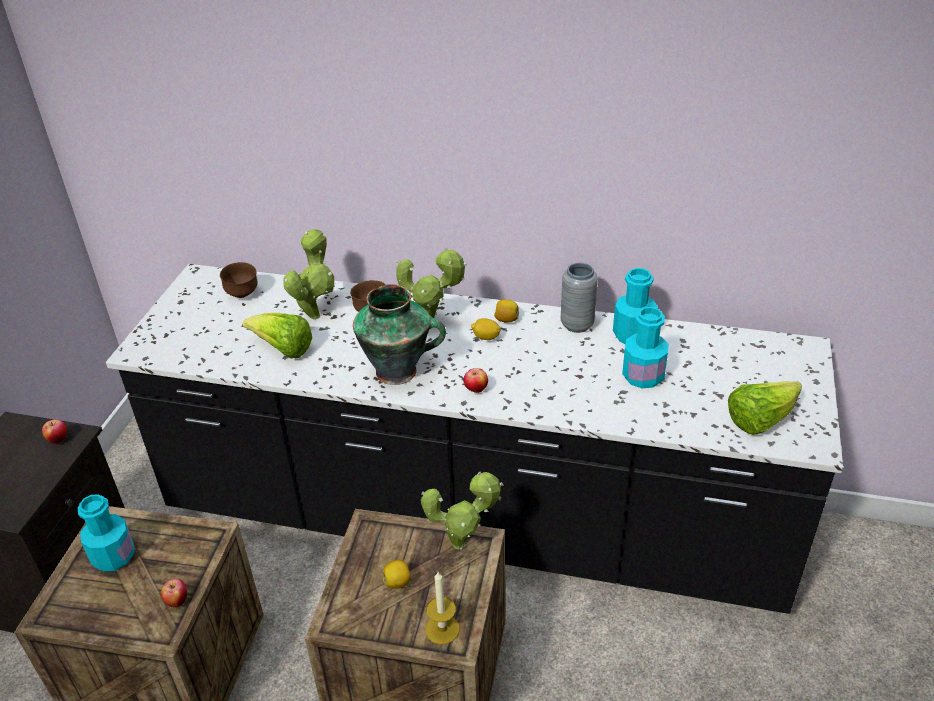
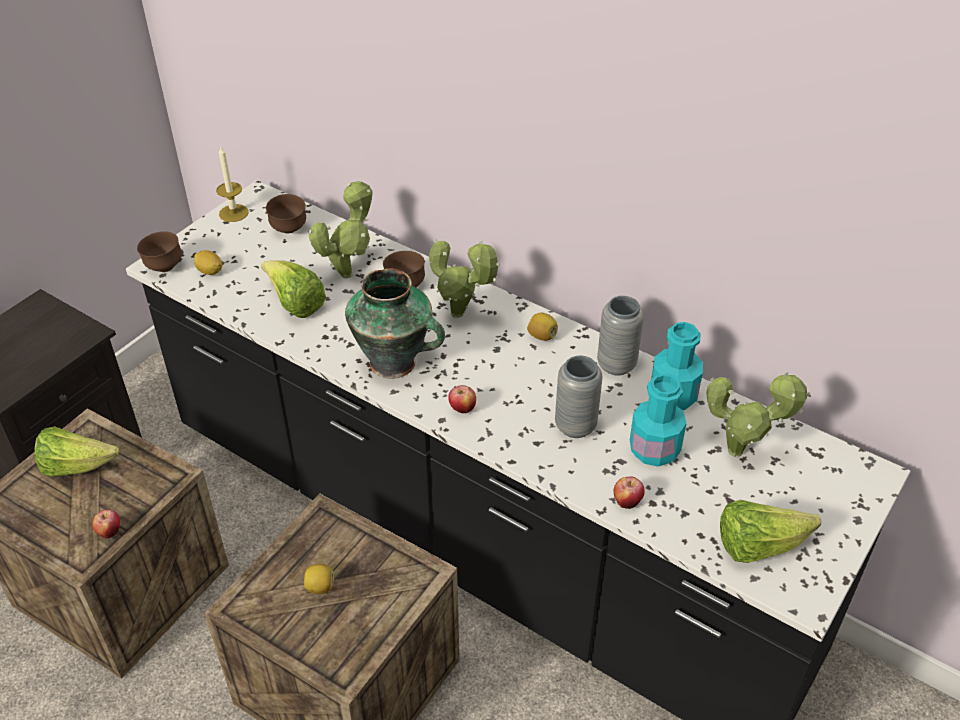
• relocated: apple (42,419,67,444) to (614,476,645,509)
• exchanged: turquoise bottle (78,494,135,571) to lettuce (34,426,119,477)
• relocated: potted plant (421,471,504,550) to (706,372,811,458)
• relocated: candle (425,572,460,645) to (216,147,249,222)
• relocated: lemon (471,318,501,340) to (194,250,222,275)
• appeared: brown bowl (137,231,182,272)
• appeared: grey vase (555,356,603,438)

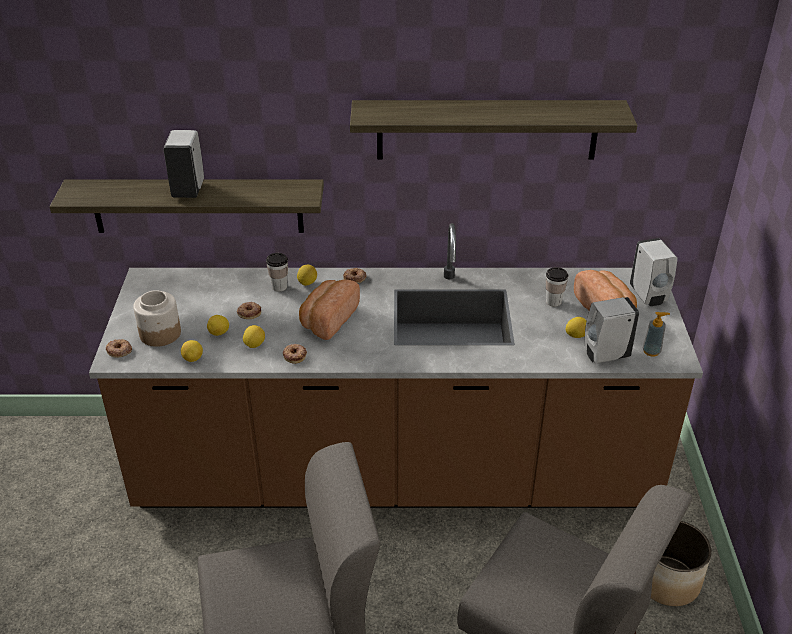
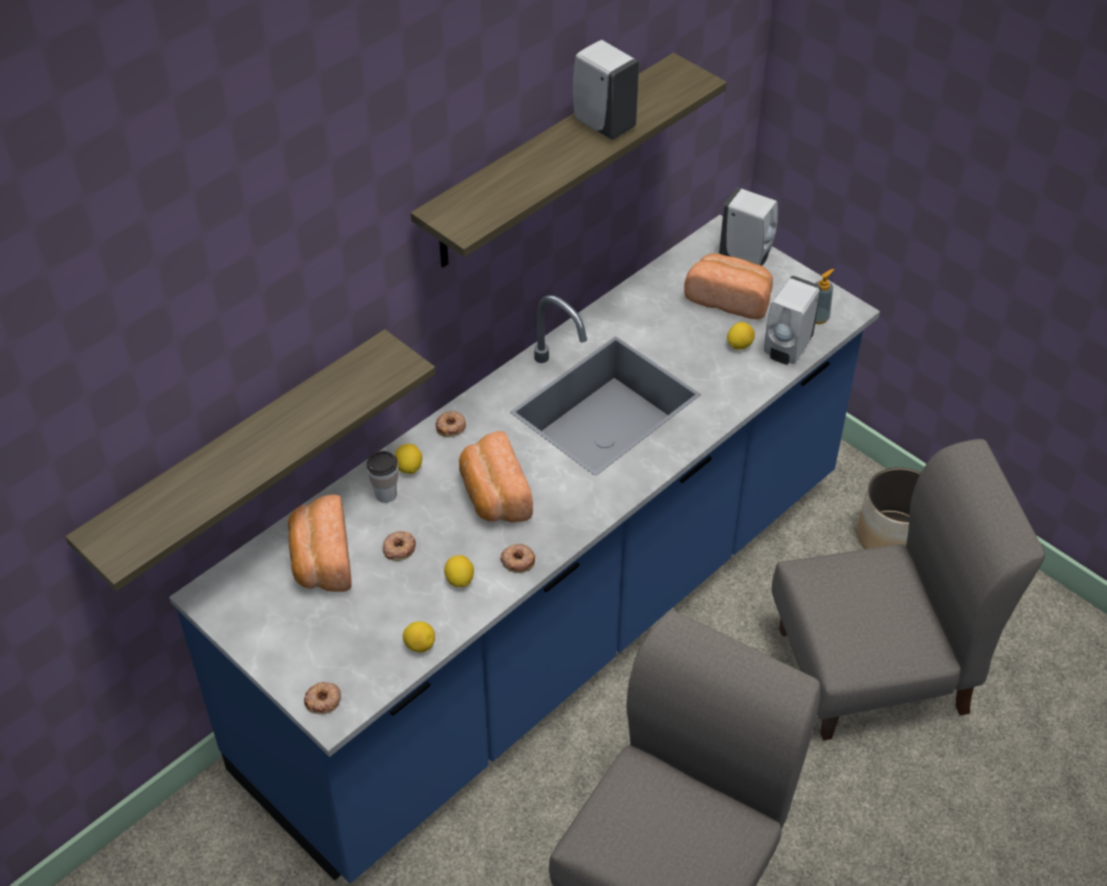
• colour: brown counter (89,223,703,508) to blue counter (169,215,880,883)
• missing: jar (133,290,181,347)
• relocated: white soap dispenser (163,130,204,198) to (573,40,639,140)
• missing: lemon (207,315,229,336)
• missing: cup (546,267,568,307)
• appeared: bread (288,494,352,592)

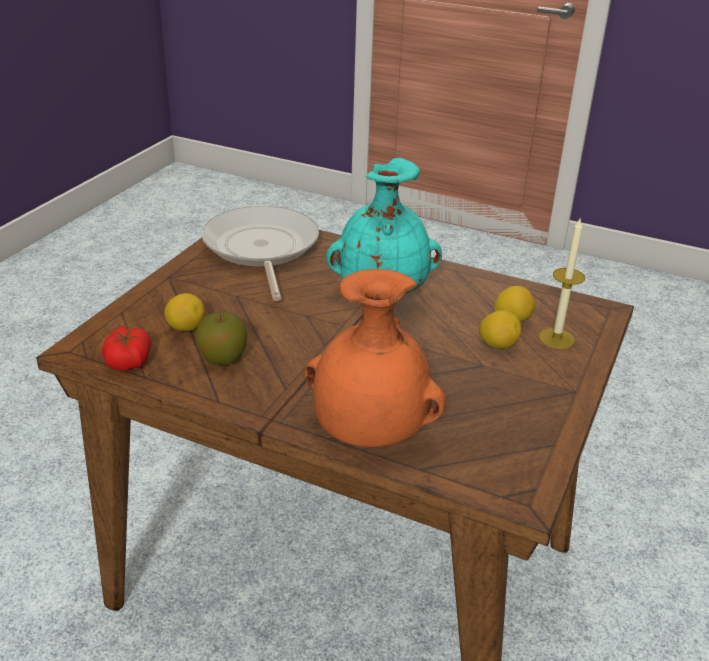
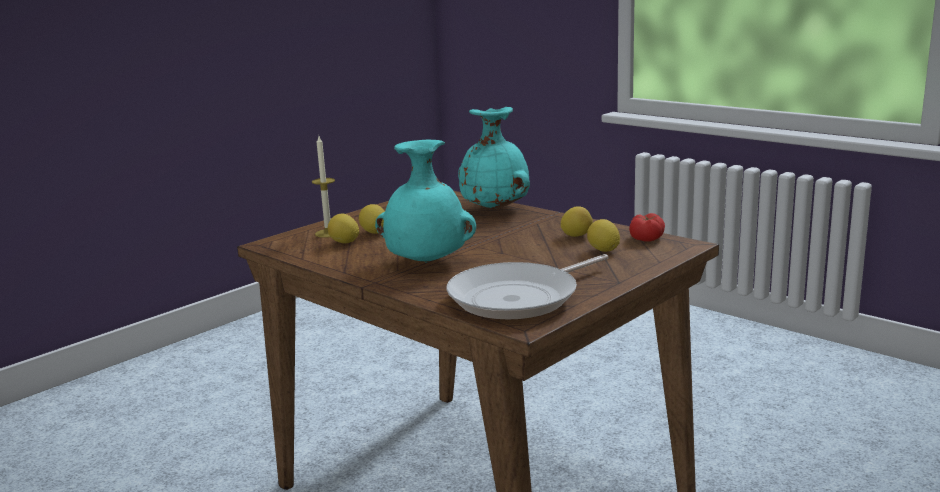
• exchanged: apple (195,312,247,365) to lemon (560,206,593,237)
• spun: frying pan (201,206,319,301) = (446,254,609,320) 45 degrees clockwise
• colour: orange vase (304,269,446,447) to turquoise vase (458,107,530,210)

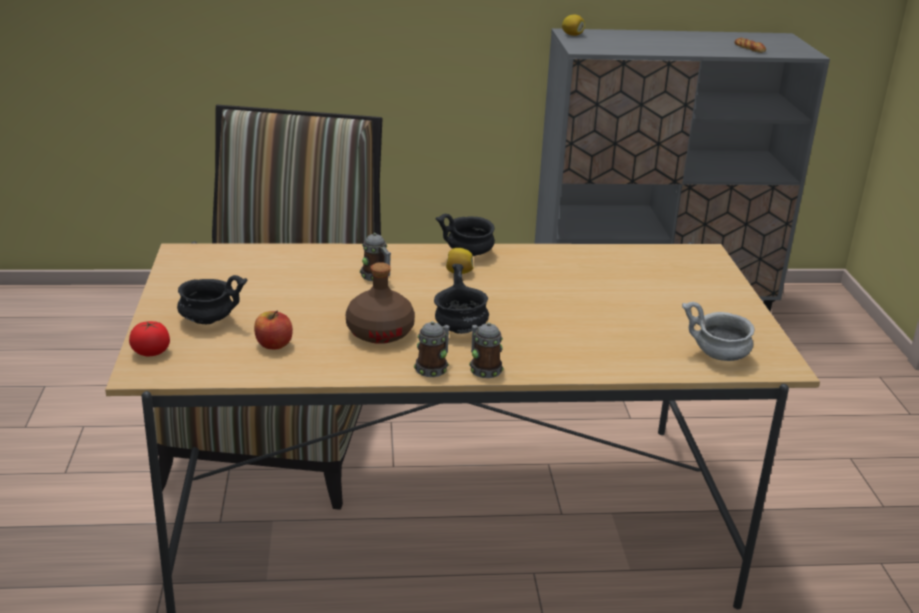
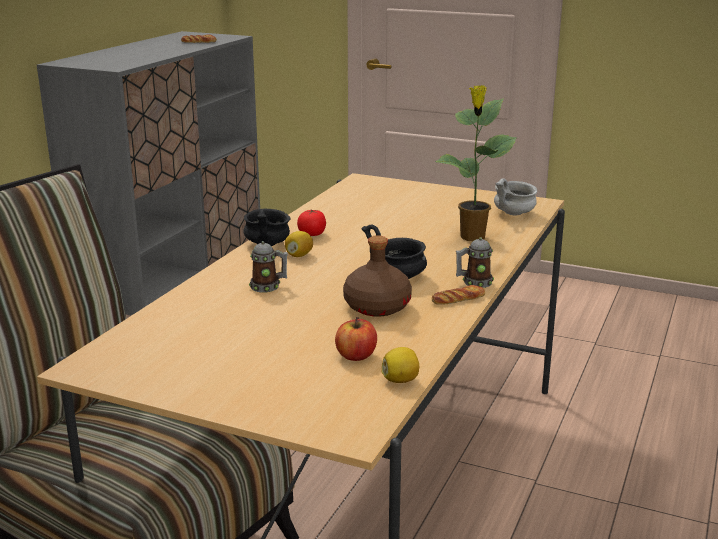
• relocated: tomato (129,321,170,356) to (297,209,326,236)
• missing: black bowl (177,275,247,324)
• exchanged: mug (414,321,450,377) to bread (432,285,485,305)
• relocated: lemon (562,15,585,36) to (382,347,419,383)
• appeared: potted plant (435,85,516,241)

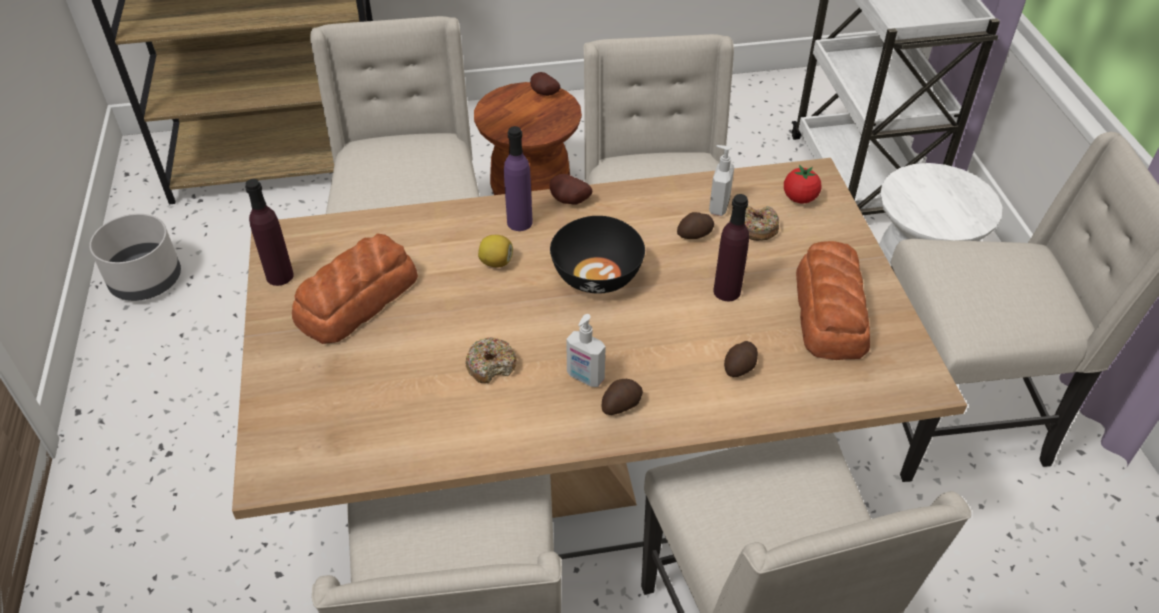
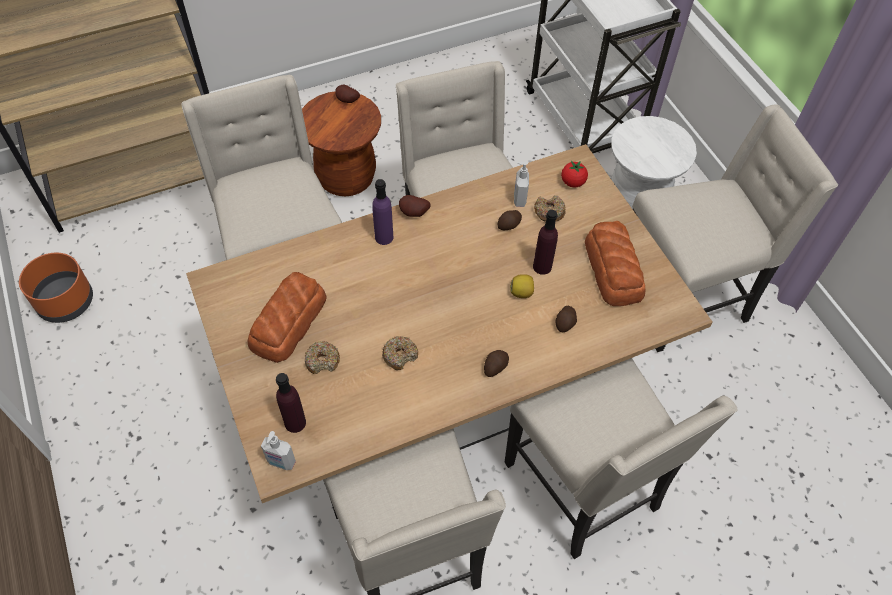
• colour: grey planter (89,214,181,301) to orange planter (19,253,93,323)
• relocated: purple bottle (245,179,294,286) to (276,373,306,433)
• relocated: lemon (478,235,513,268) to (510,274,534,298)
• missing: black bowl (550,216,645,294)
• relocated: soap dispenser (566,314,606,387) to (261,431,296,470)
• appeared: donut (305,341,340,374)

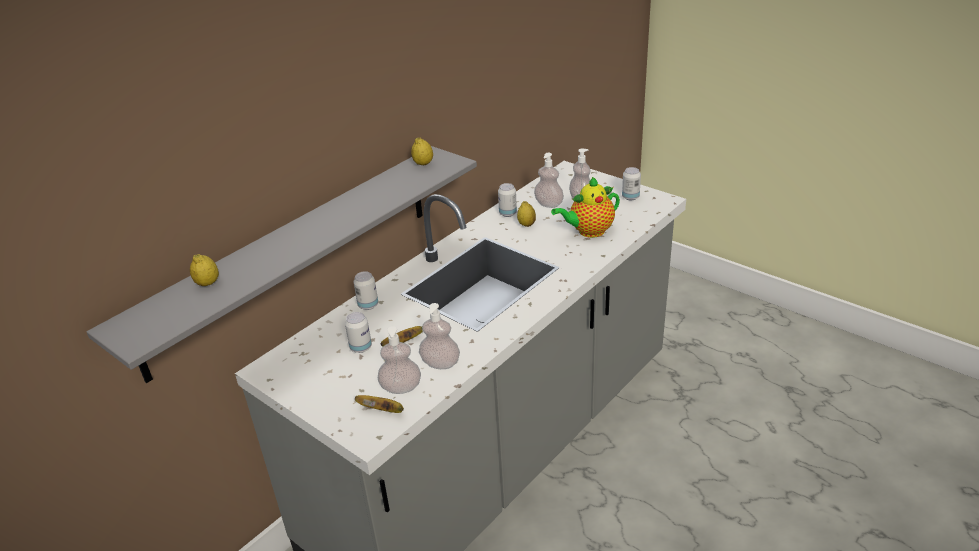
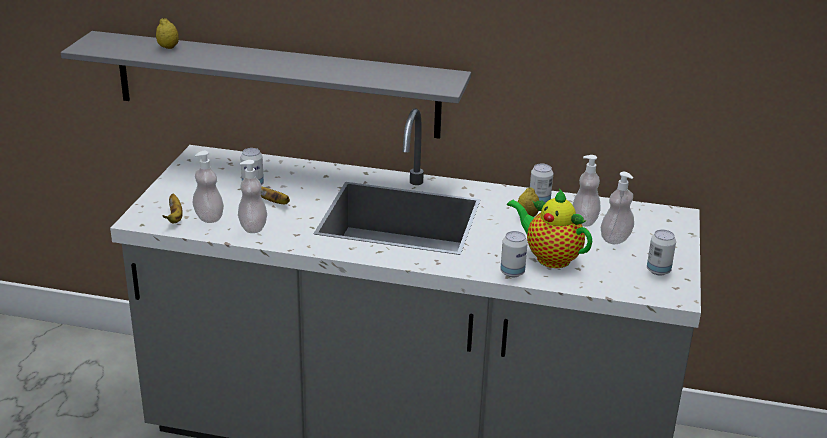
• relocated: can (354,271,378,310) to (500,231,528,277)
• missing: lemon (411,138,433,165)

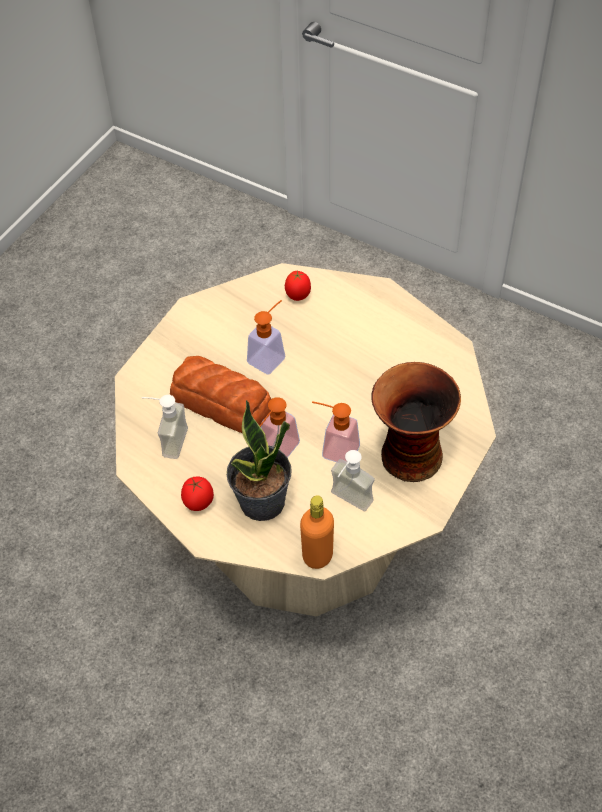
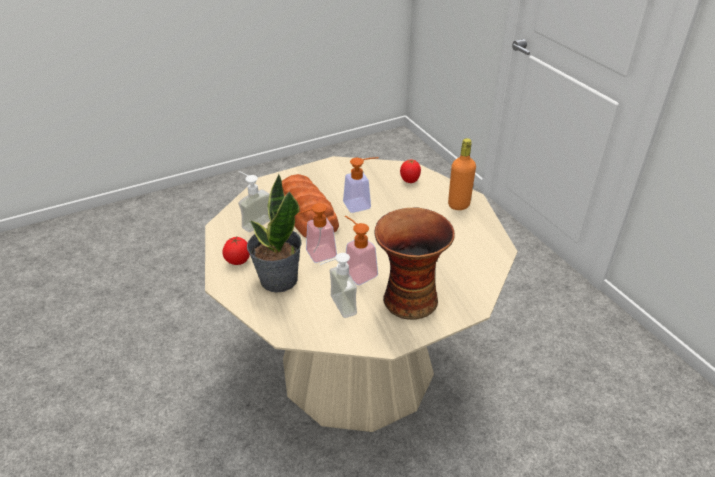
• relocated: orange bottle (300,495,334,569) to (448,138,476,210)

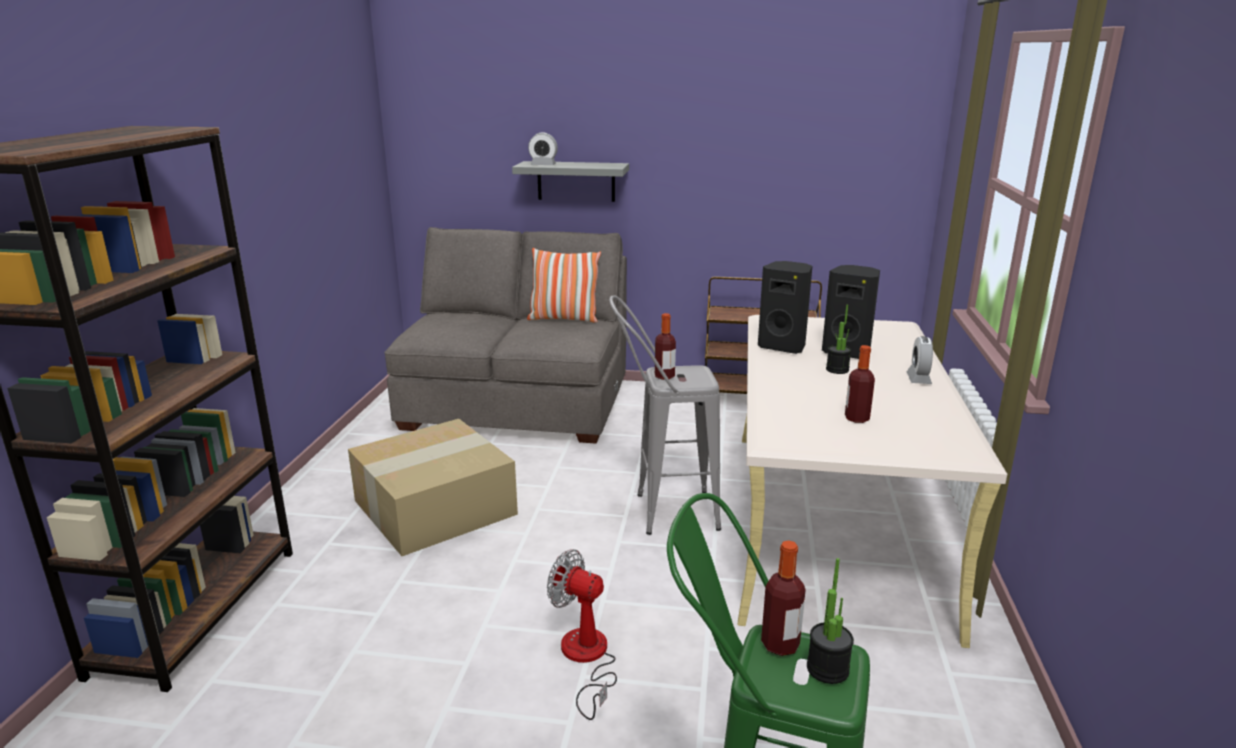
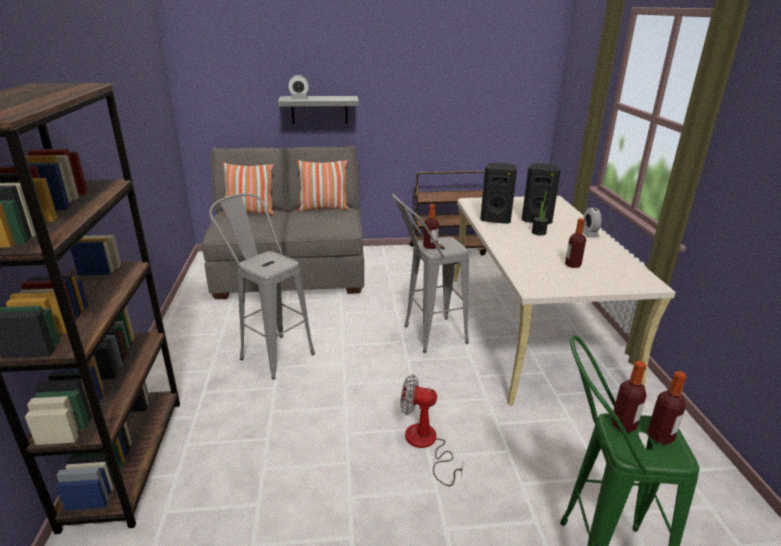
• exchanged: cardboard box (348,419,518,556) to grey stool (209,193,315,380)
• exchanged: potted plant (807,558,854,684) to bottle (648,371,686,445)
• appeared: pillow (223,162,274,215)

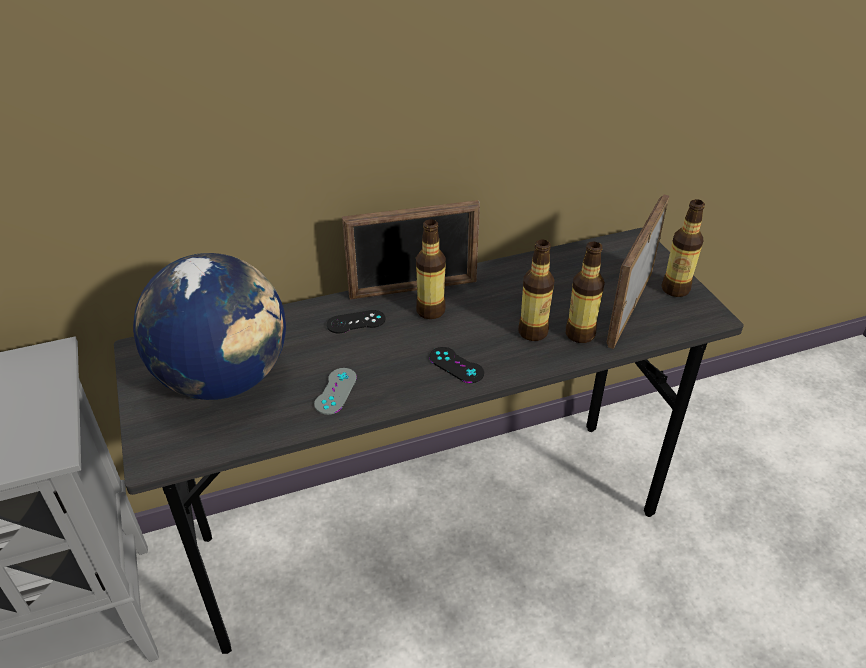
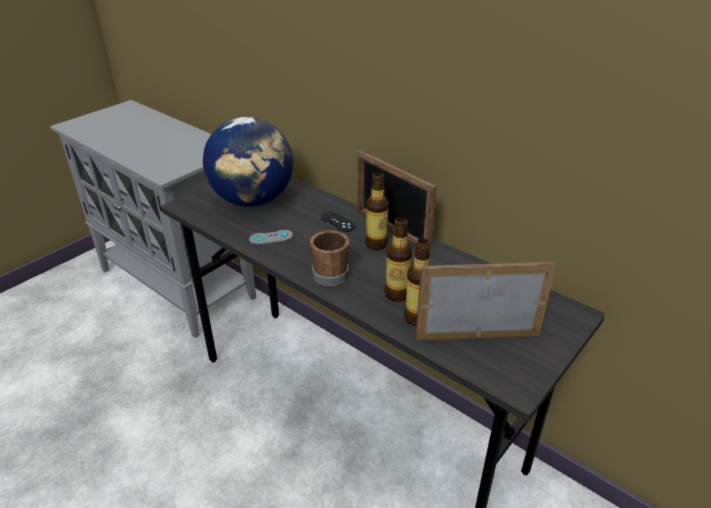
• exchanged: black game controller (429,347,484,383) to brown mug (310,231,349,286)
• missing: bottle (661,199,705,297)

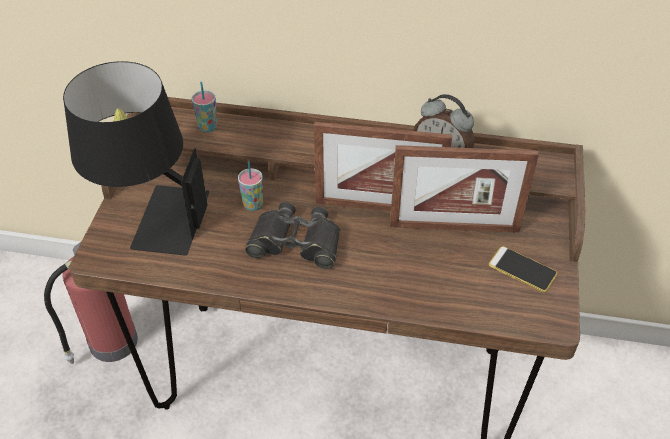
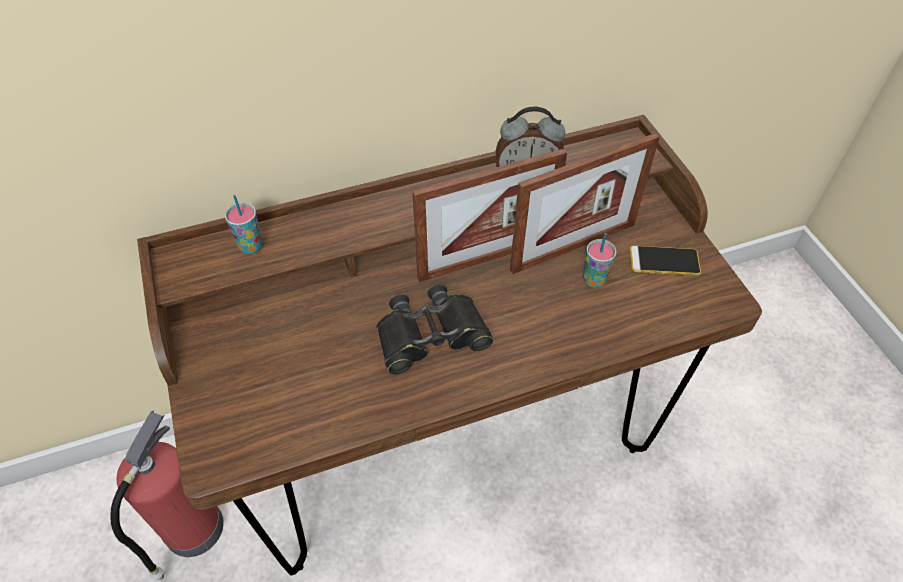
• missing: black table lamp (63,61,209,256)
• relocated: cup (238,162,263,211) to (583,233,617,288)

